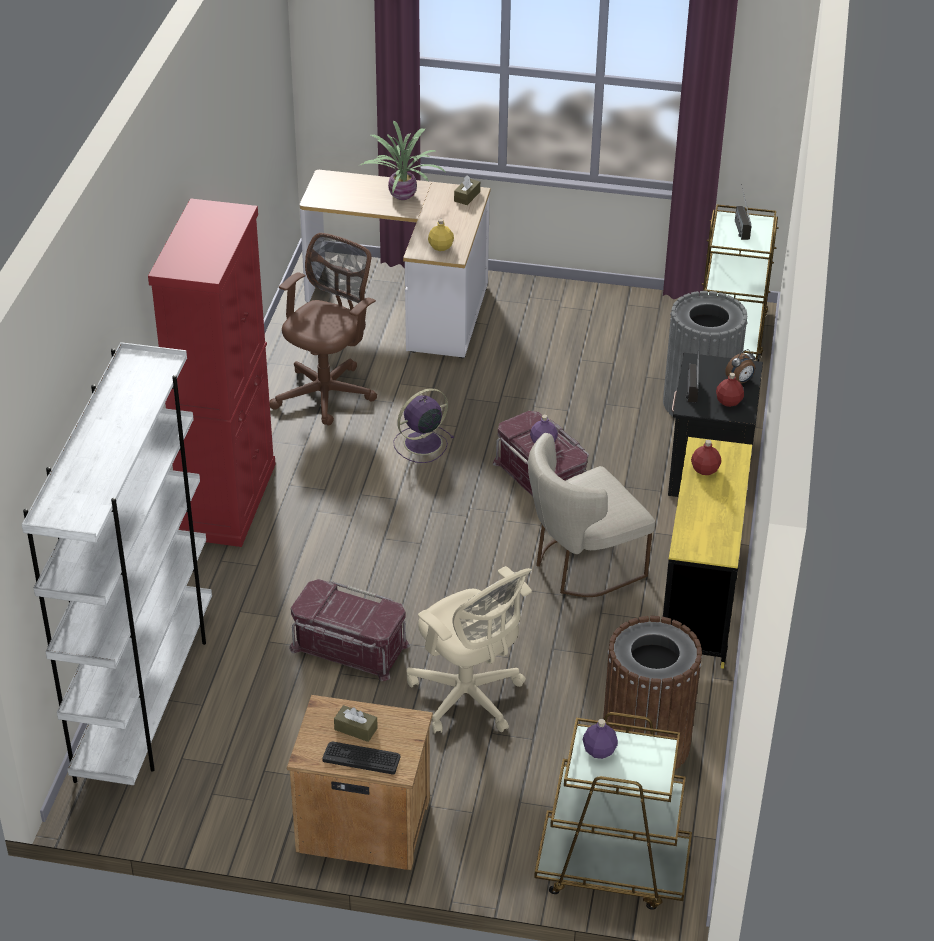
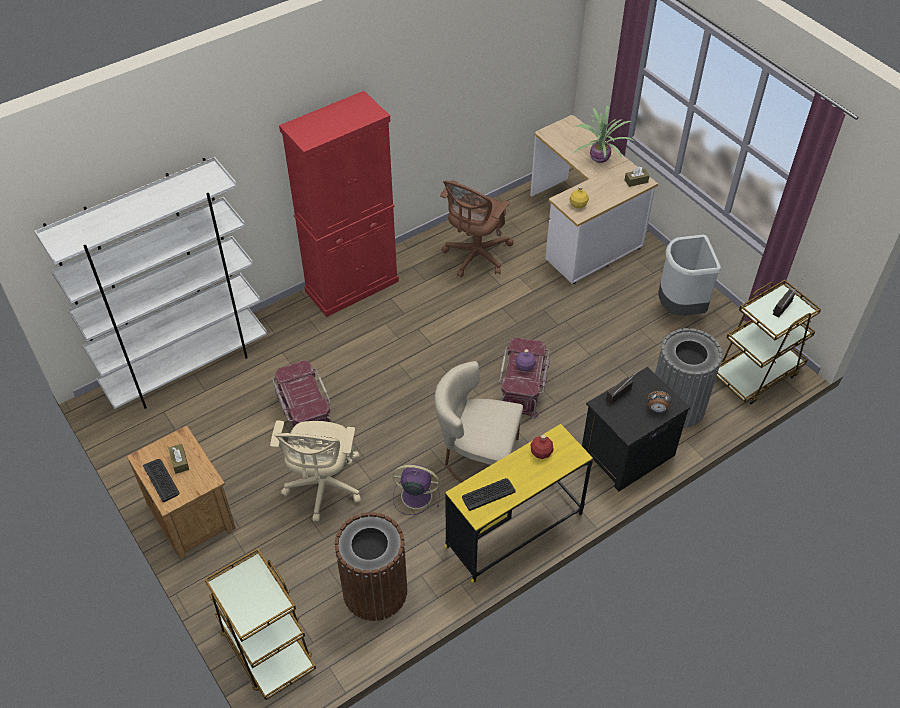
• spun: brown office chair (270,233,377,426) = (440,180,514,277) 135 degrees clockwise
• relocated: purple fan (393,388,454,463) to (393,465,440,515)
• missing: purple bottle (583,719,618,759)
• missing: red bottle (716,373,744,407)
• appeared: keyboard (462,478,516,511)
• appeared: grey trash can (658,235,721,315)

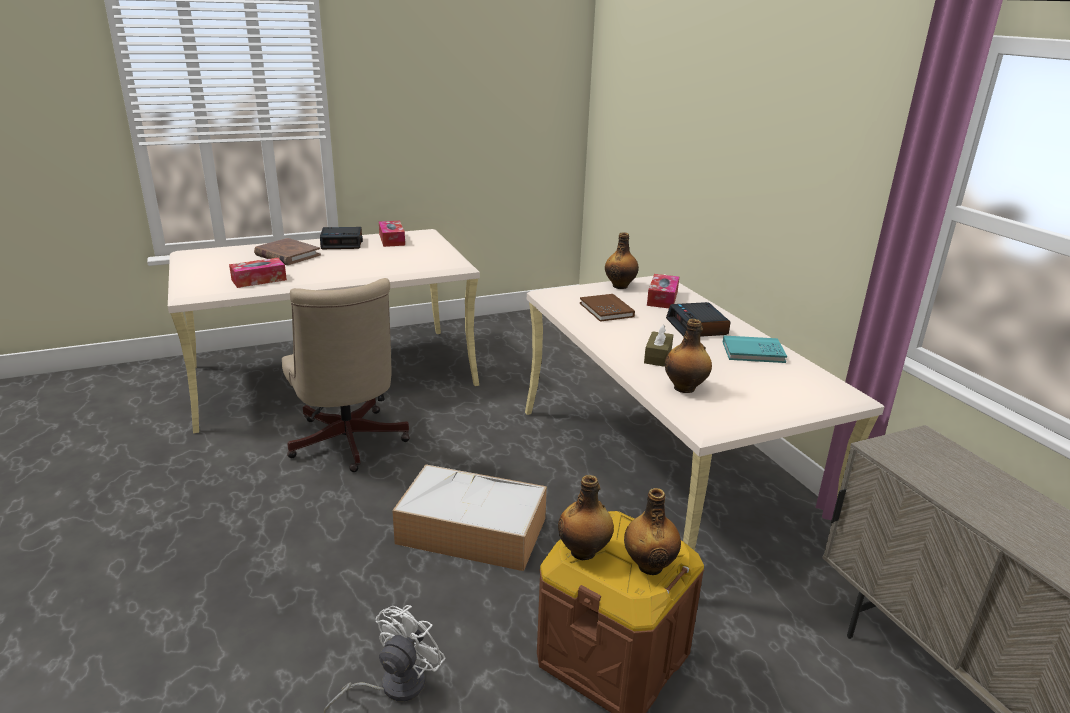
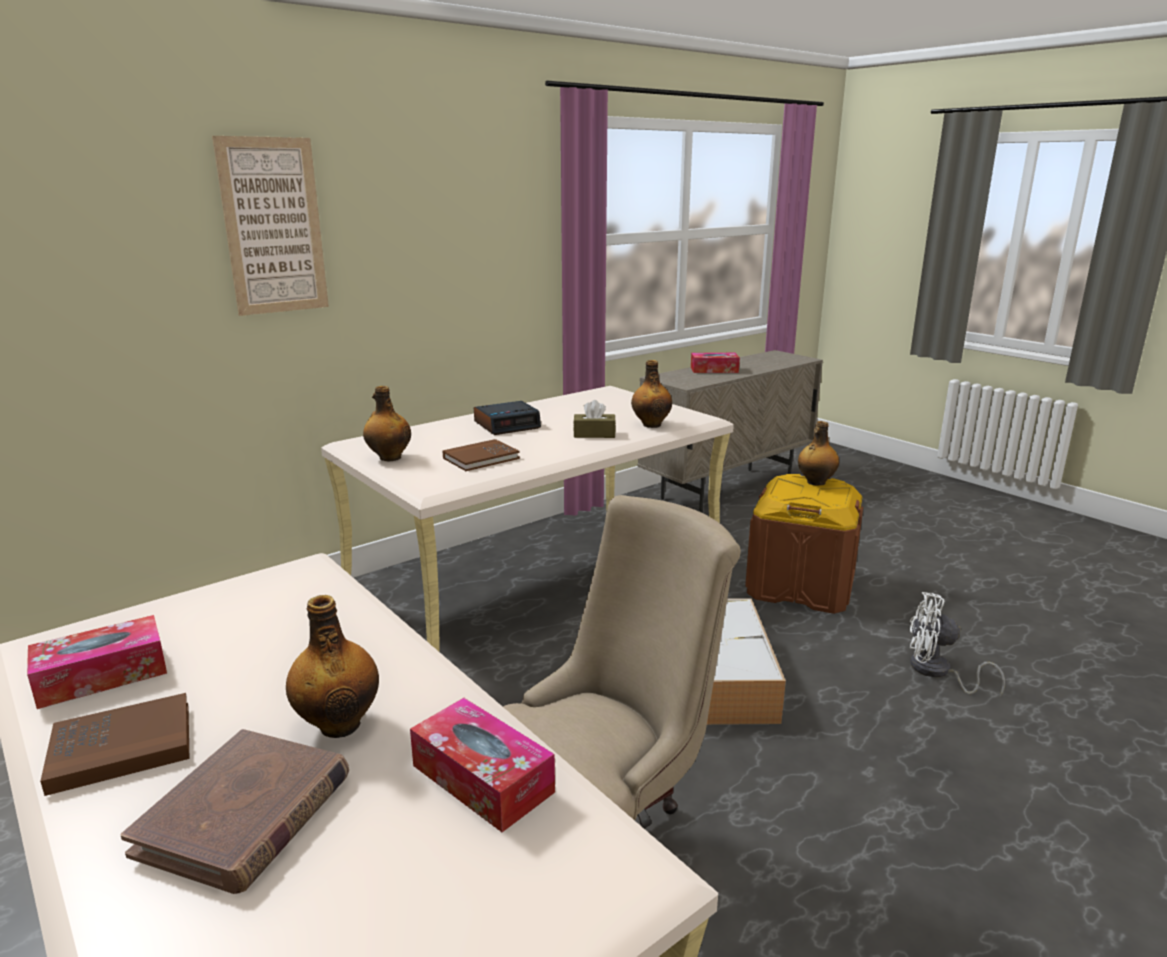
• exchanged: alarm clock (320,227,363,249) to brown book (40,693,189,796)
• relocated: bottle (558,475,614,560) to (286,595,379,738)
• relocated: tissue box (647,274,679,308) to (691,353,740,373)
• missing: turquoise book (723,336,787,363)
• appeared: picture (212,136,329,316)

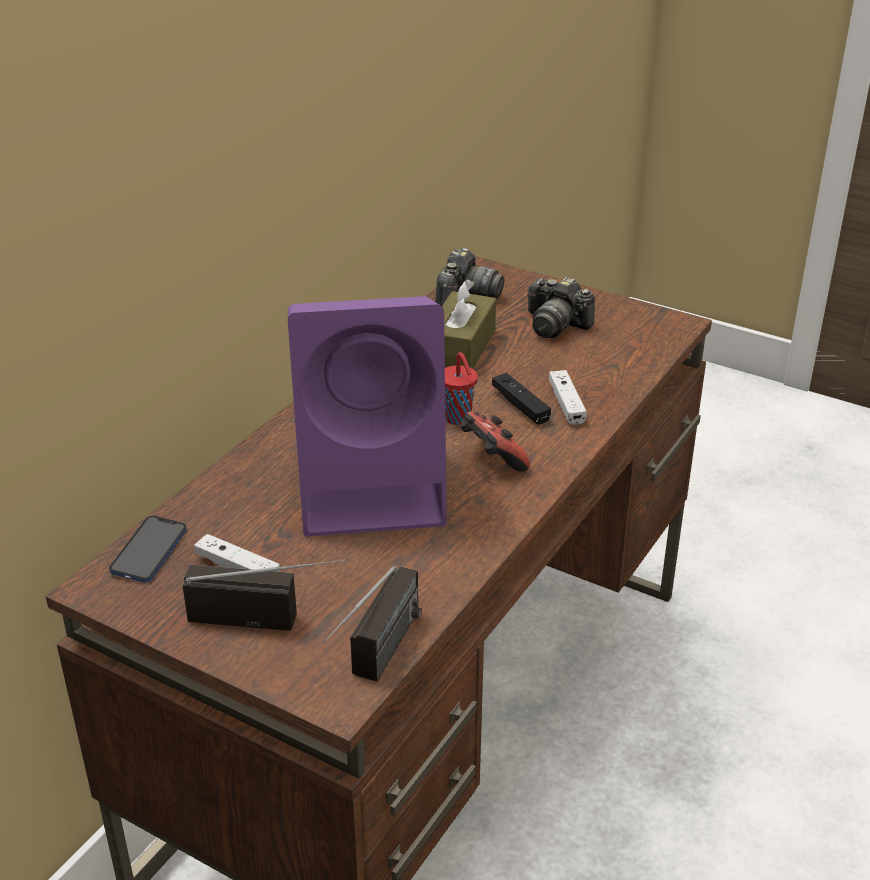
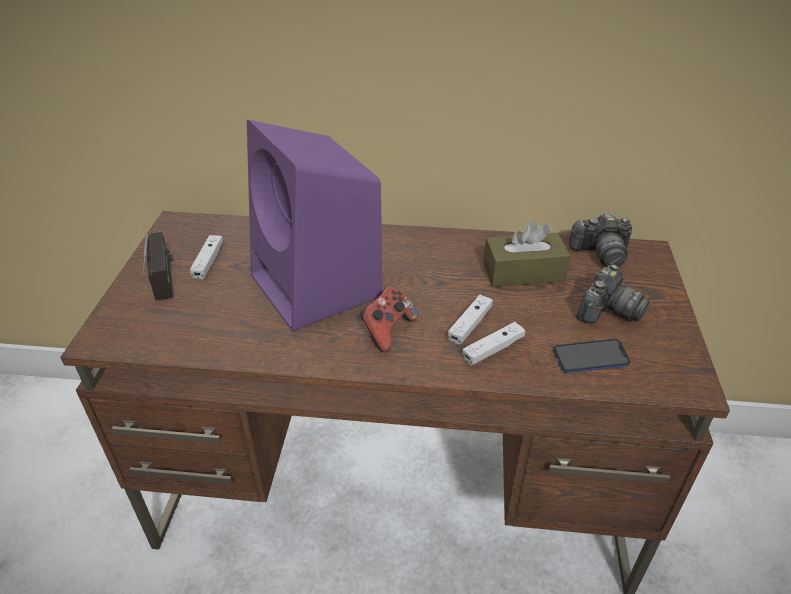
• relocated: phone (109,516,187,582) to (553,339,630,373)
• missing: radio (323,566,422,682)
• missing: red cup (445,352,478,425)
• colour: black game controller (492,373,551,424) to white game controller (448,295,493,345)
• spun: photo camera (528,277,595,338) = (576,264,650,323) 150 degrees counterclockwise

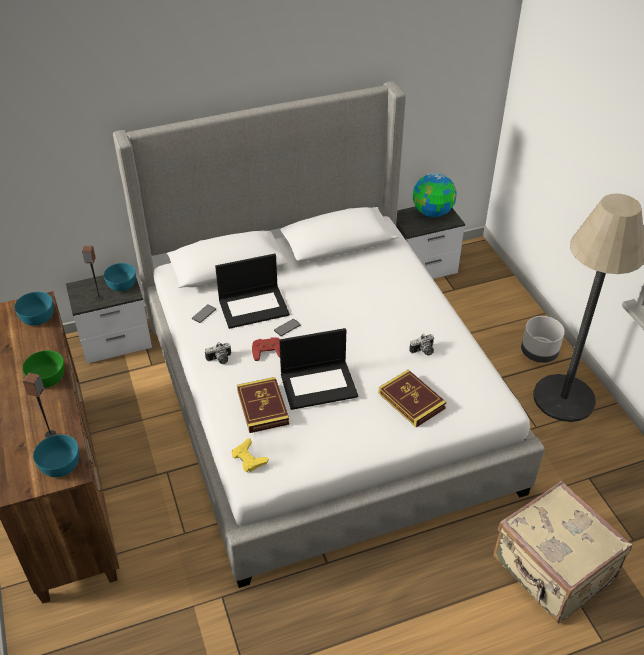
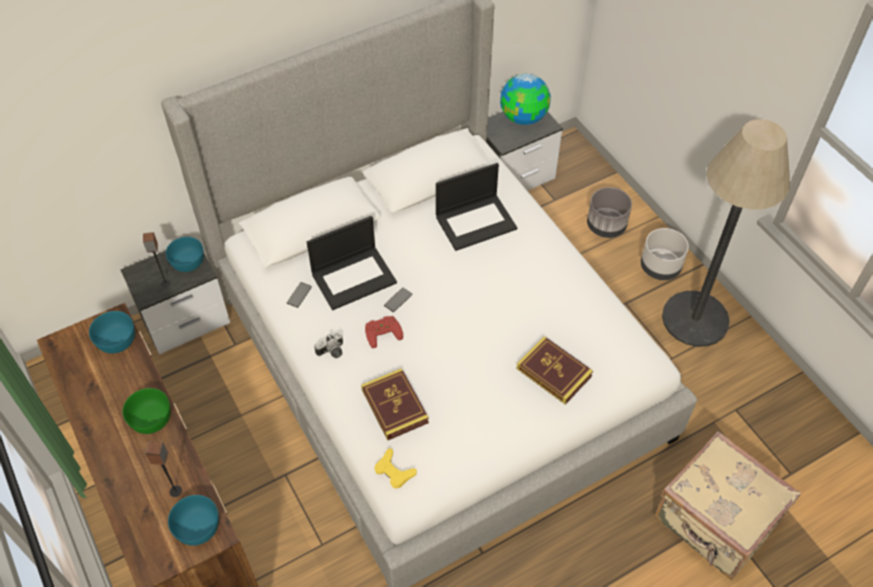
• relocated: laptop (279,328,358,410) to (436,163,517,251)
• missing: photo camera (409,334,434,356)
• appeared: grey planter (587,187,632,238)

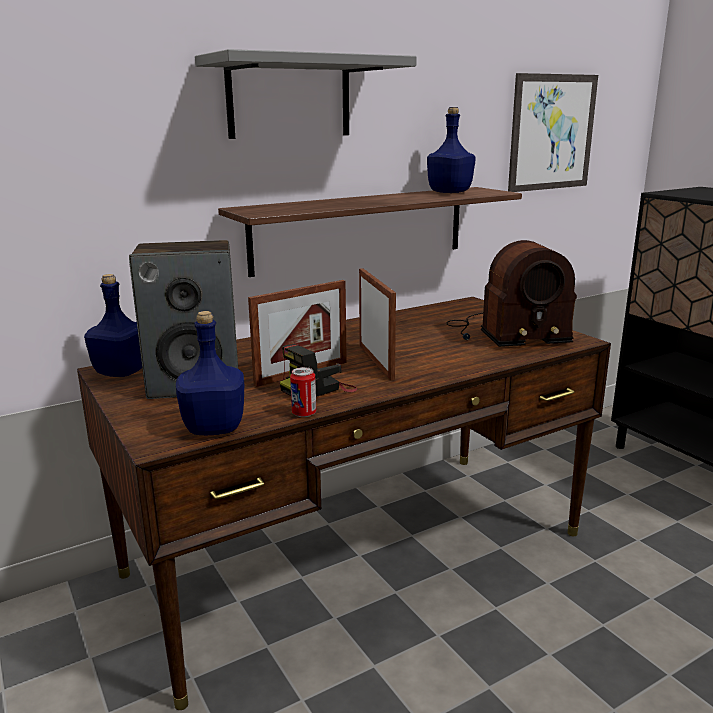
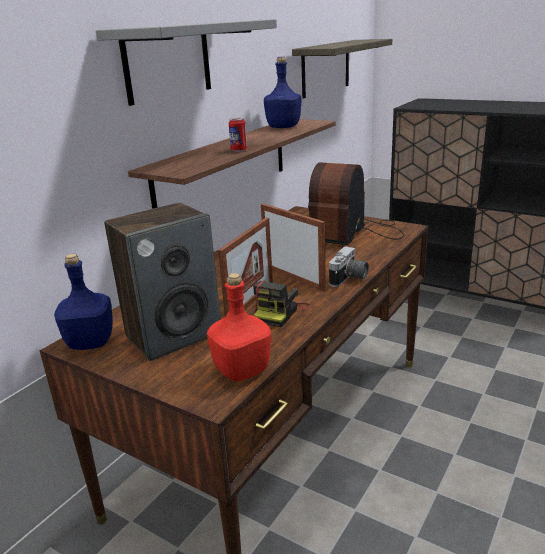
• colour: blue bottle (176,311,244,435) to red bottle (207,273,271,381)
• relocated: can (290,367,316,417) to (229,118,247,152)
• spun: radio (446,240,577,347) = (308,163,404,245) 150 degrees clockwise
• exchanged: picture (508,73,598,192) to shelf (292,39,392,99)
• appeared: photo camera (329,246,369,287)

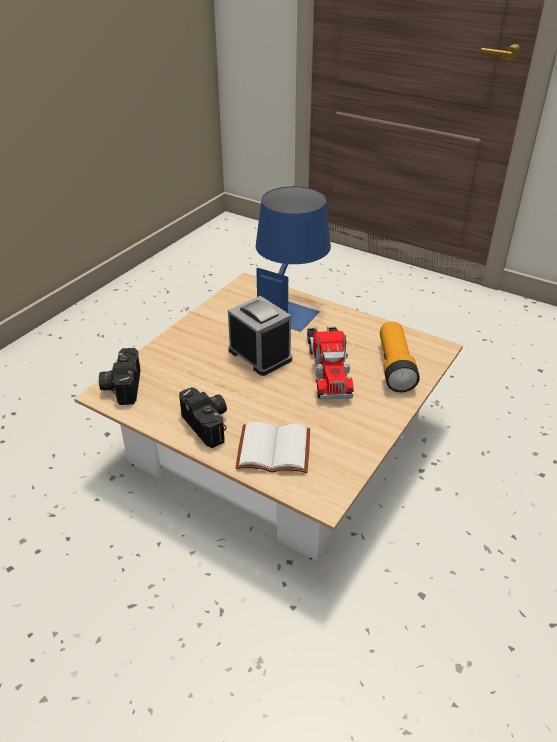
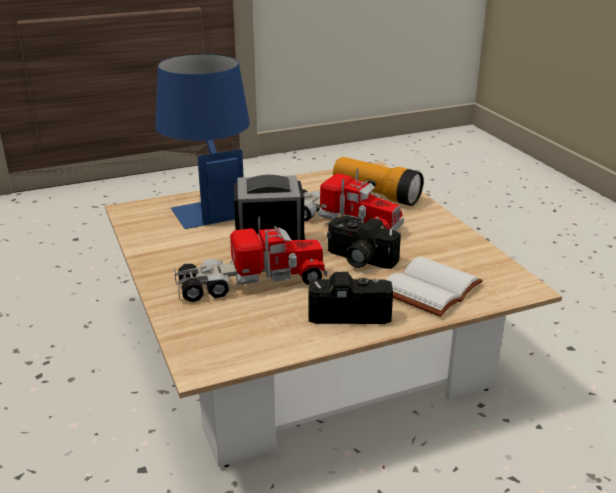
• relocated: photo camera (99,348,141,405) to (327,216,401,269)
• appeared: toy truck (174,216,327,303)

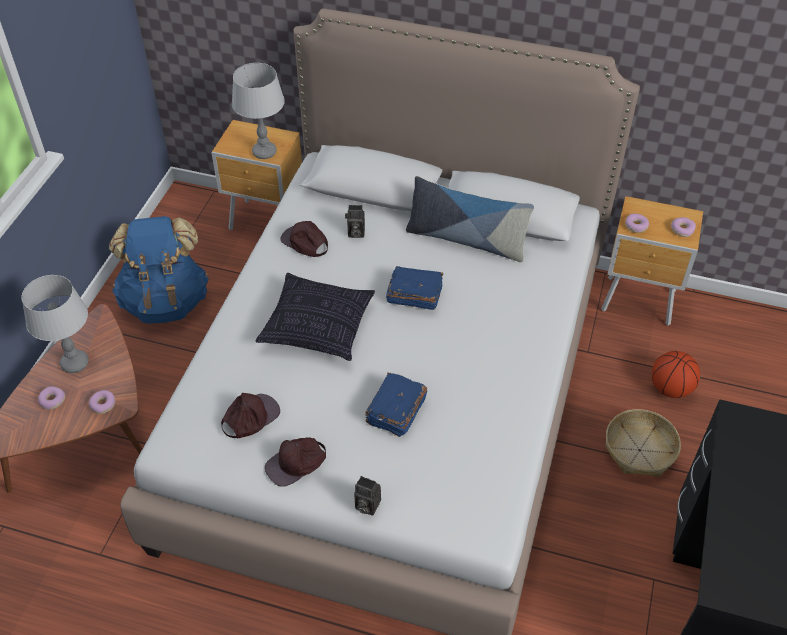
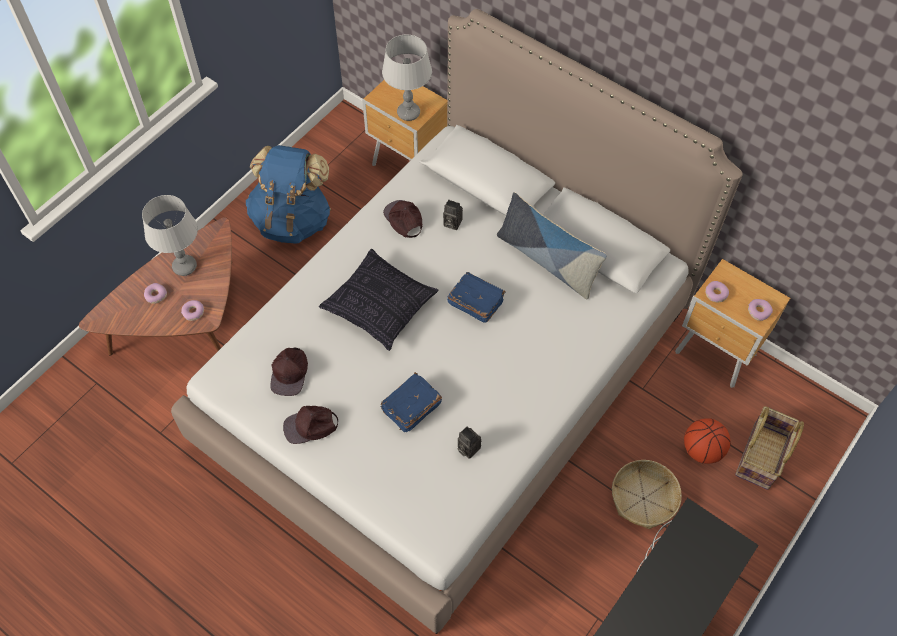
• spun: brown cap (221,393,280,438) = (270,348,308,396) 120 degrees clockwise
• relocated: photo camera (354,476,381,516) to (458,427,481,459)
• appeared: basket (735,406,804,490)

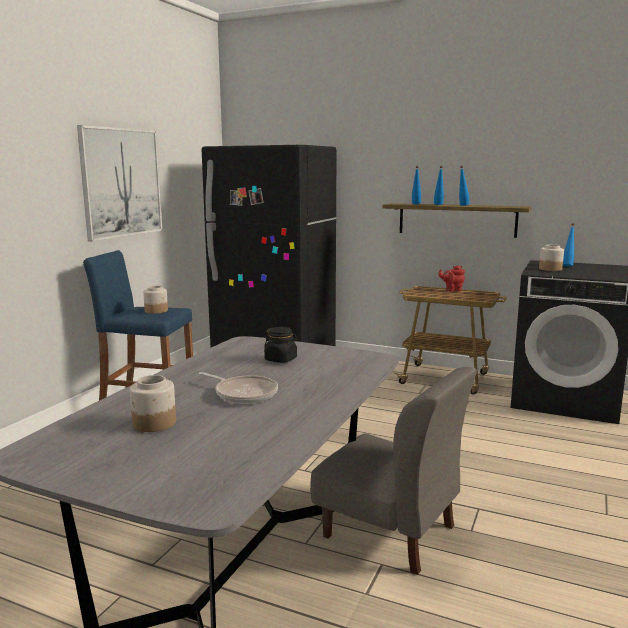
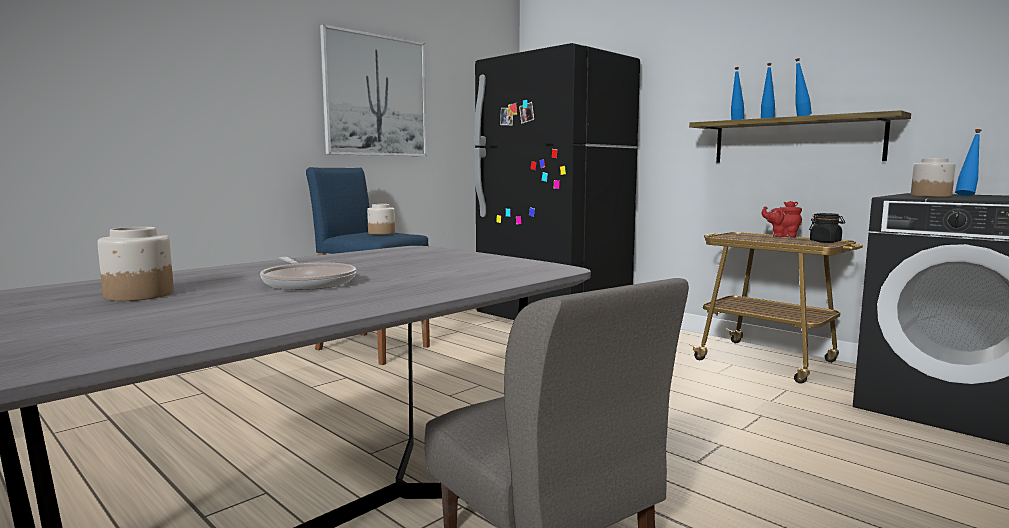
• relocated: black jar (264,327,298,363) to (809,213,845,243)

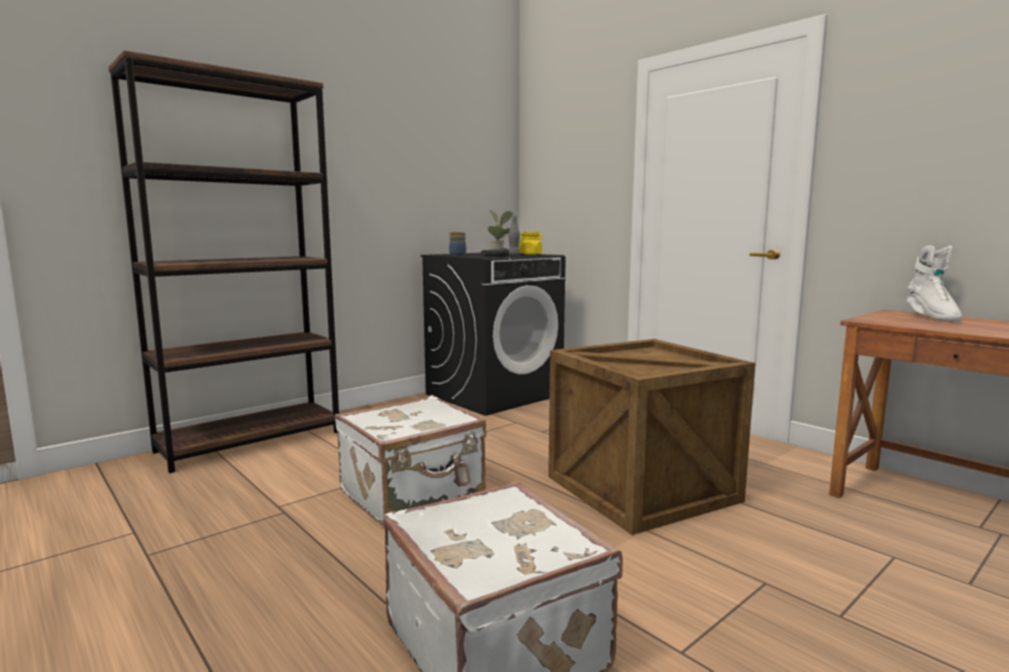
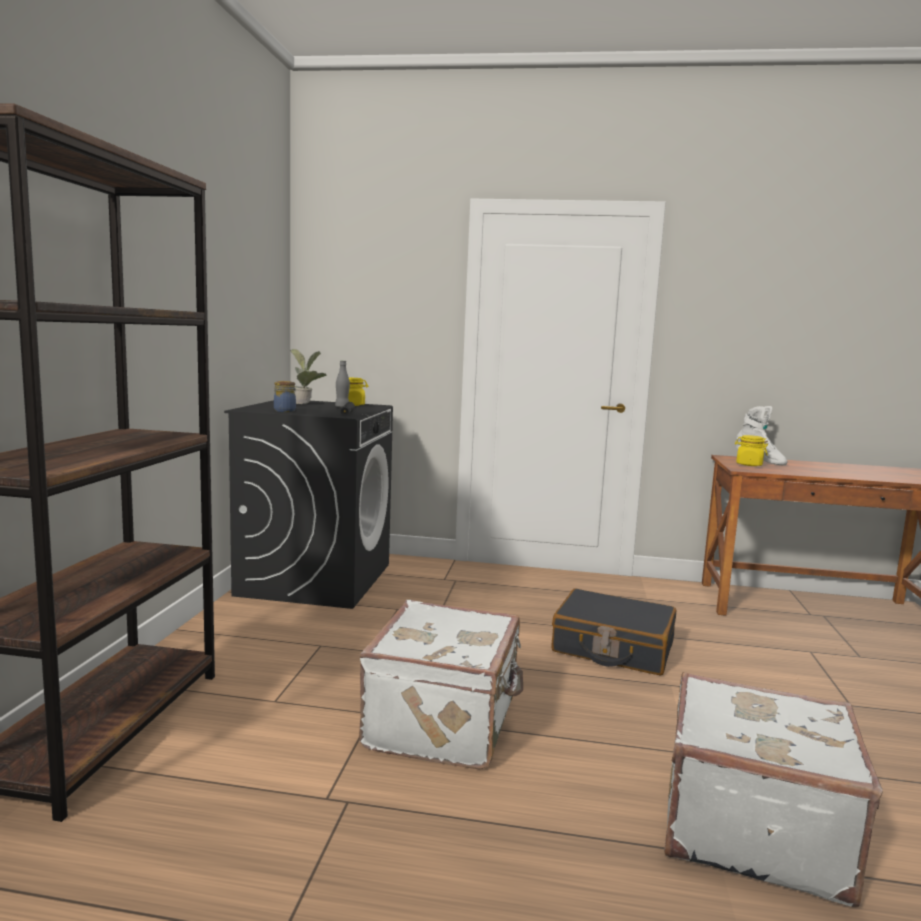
• exchanged: crate (548,339,755,535) to black suitcase (552,588,676,676)
• appeared: yellow jar (735,435,768,466)

